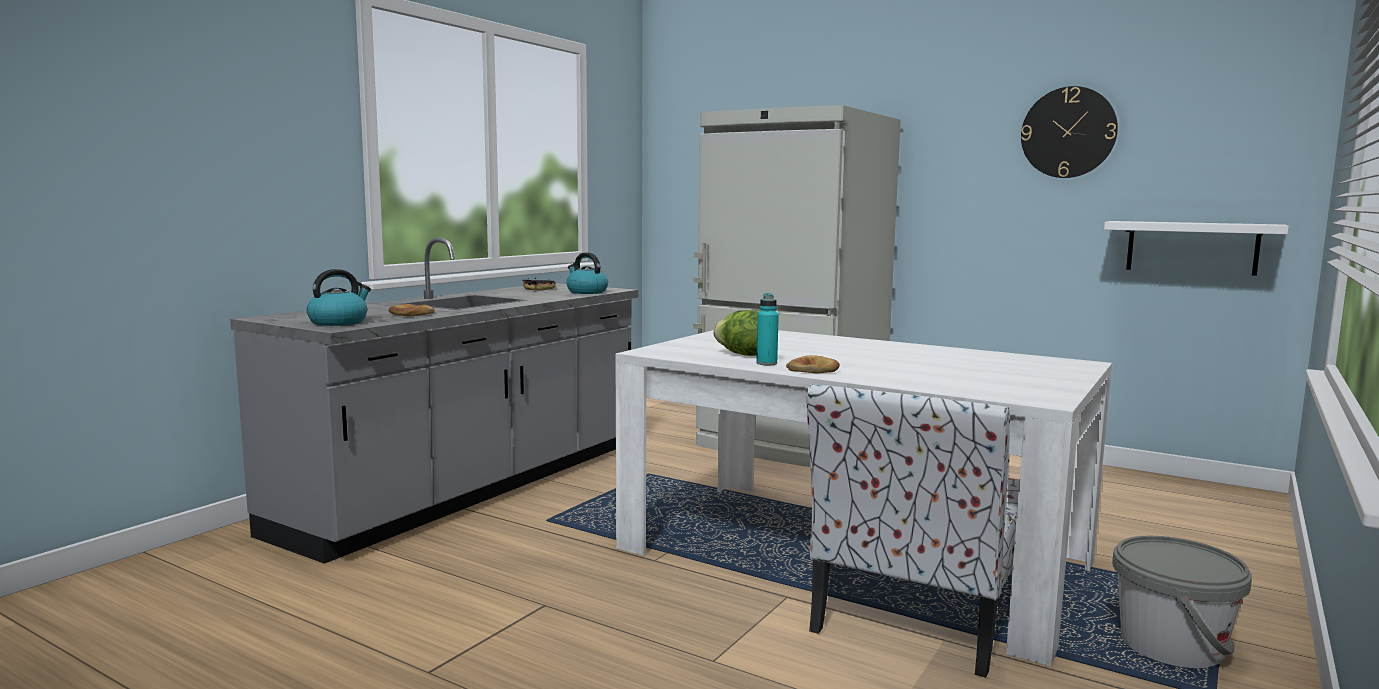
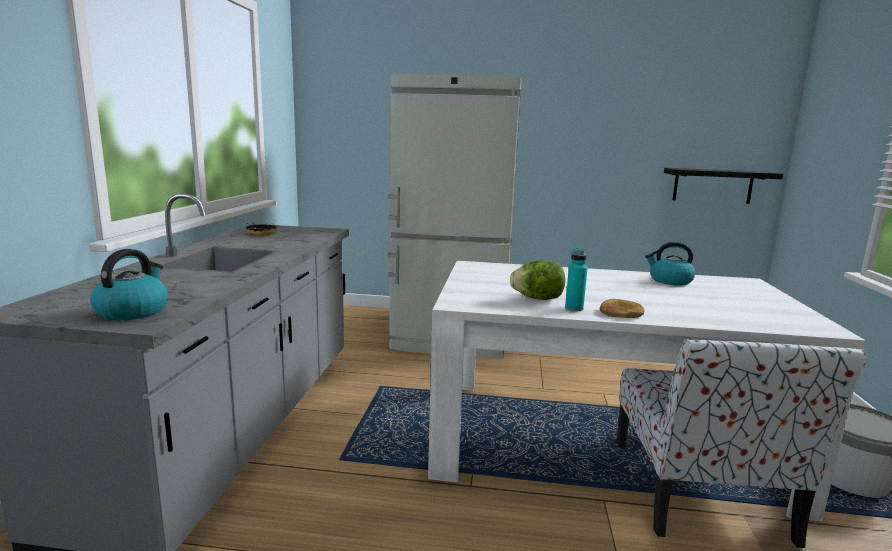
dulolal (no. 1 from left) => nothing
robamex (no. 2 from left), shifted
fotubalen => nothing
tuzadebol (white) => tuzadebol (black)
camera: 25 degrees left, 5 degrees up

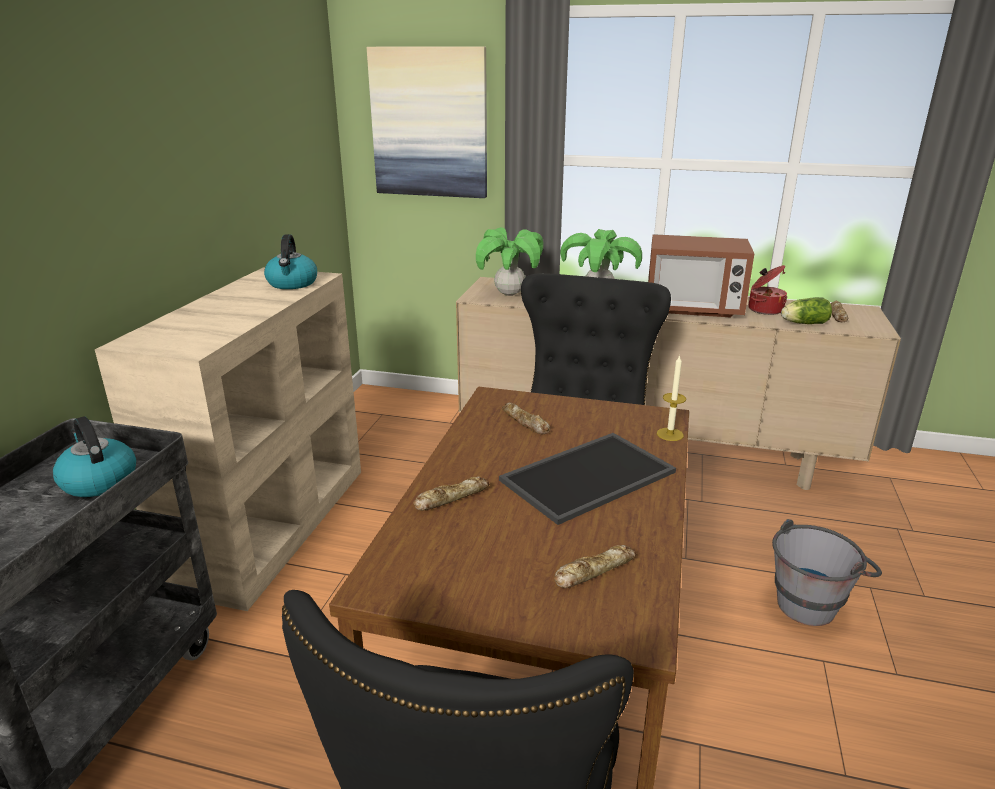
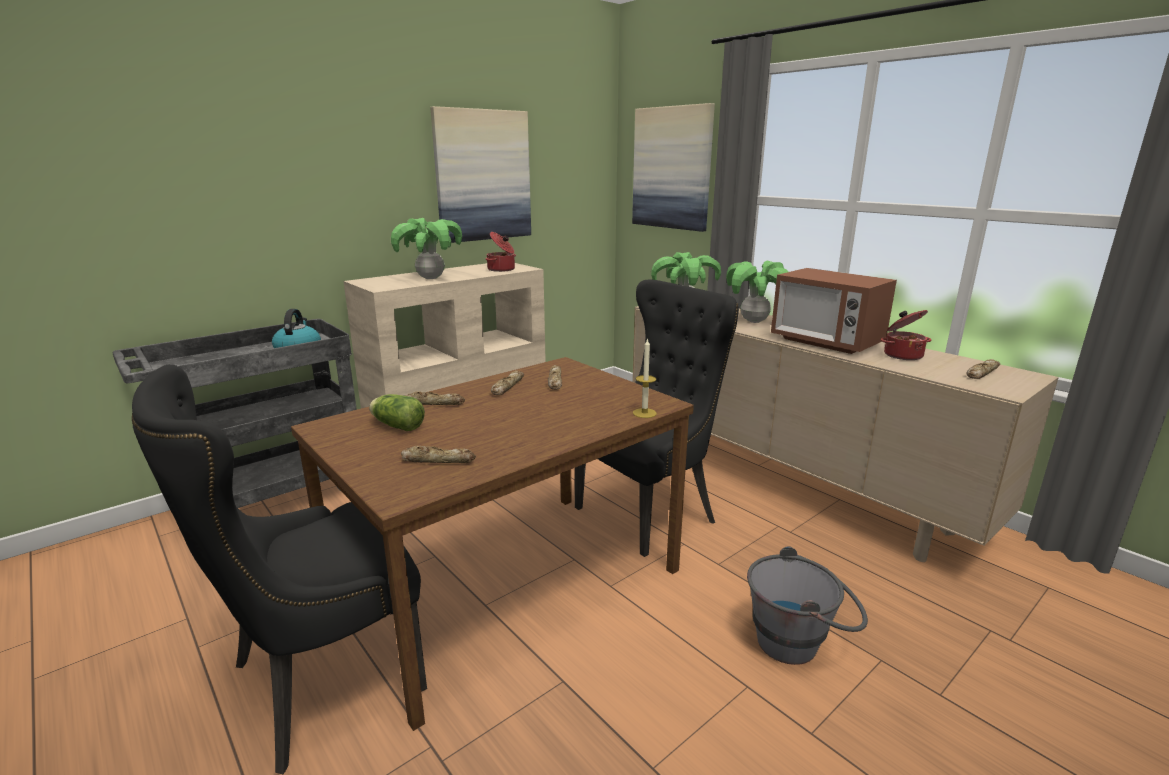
robamex (no. 2 from left) => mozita (no. 1 from left)
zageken => nothing
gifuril, shifted
nothing => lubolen (no. 1 from left)
nothing => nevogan (no. 1 from left)
nothing => dulolal (no. 3 from left)
camera: 35 degrees right, 5 degrees down

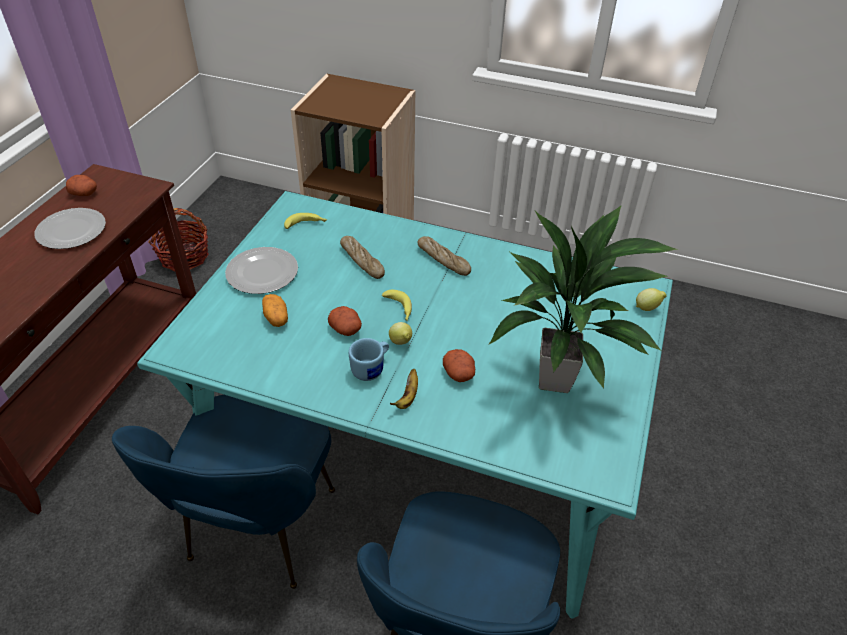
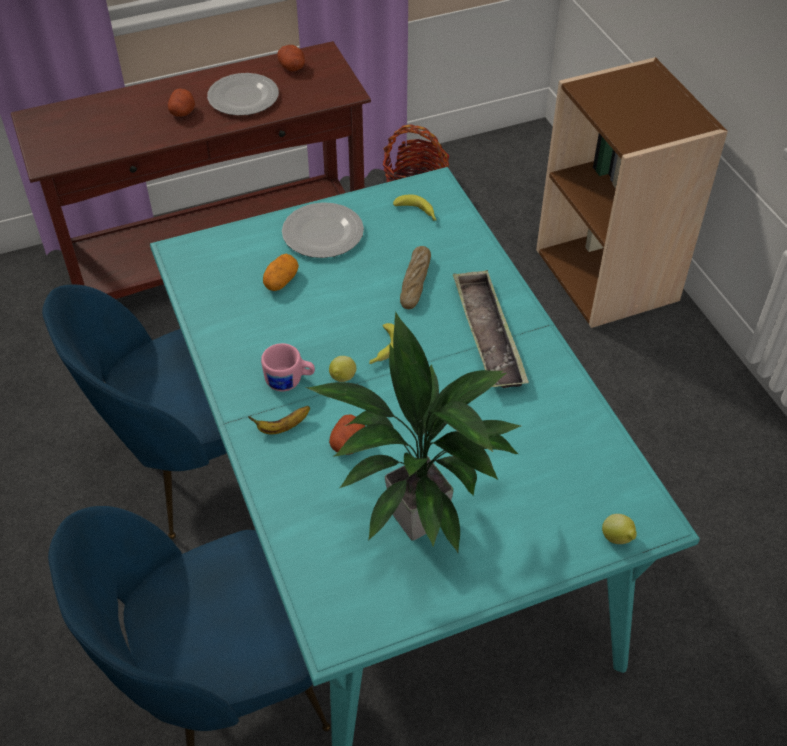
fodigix (no. 3 from left in the first image) => fodigix (no. 1 from left), shifted
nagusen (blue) => nagusen (pink)
dulolal (no. 2 from left) => zageken
camera: 50 degrees right, 5 degrees up

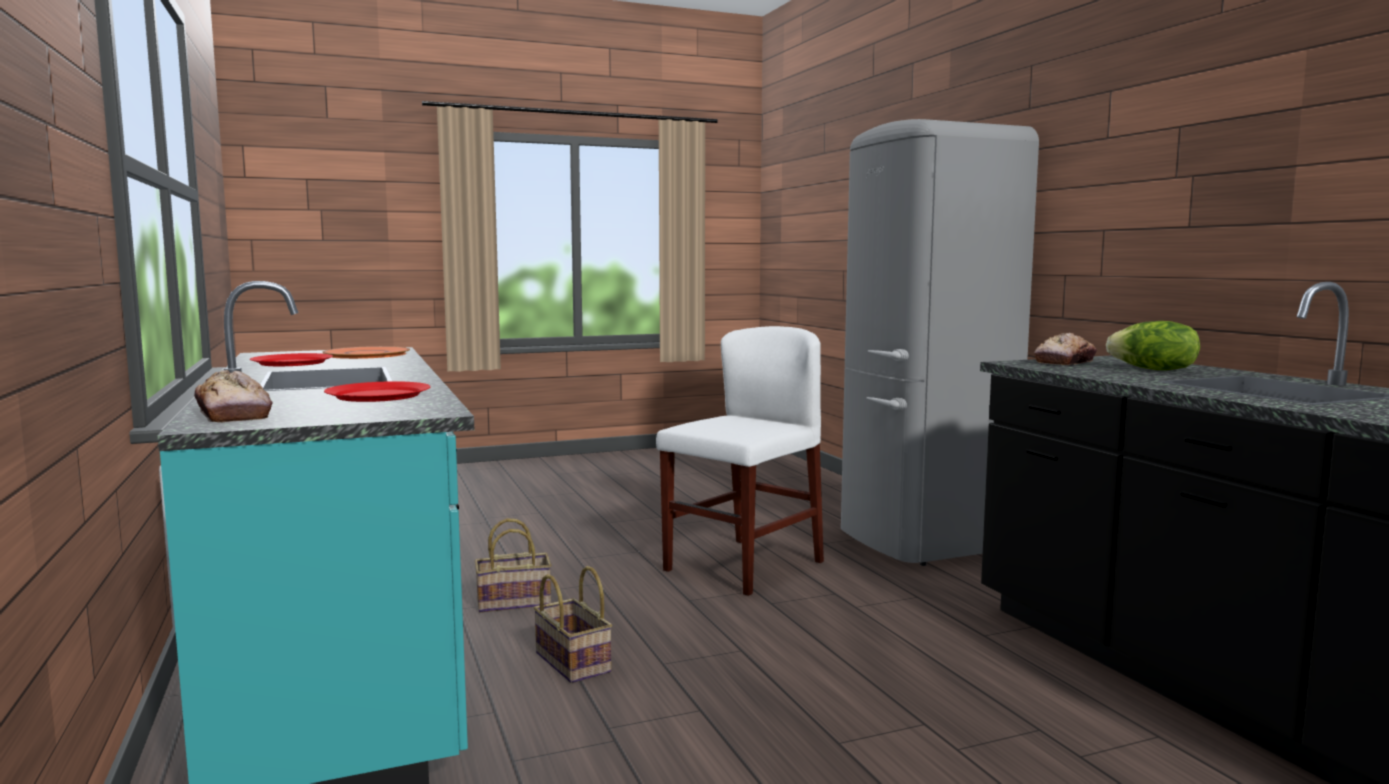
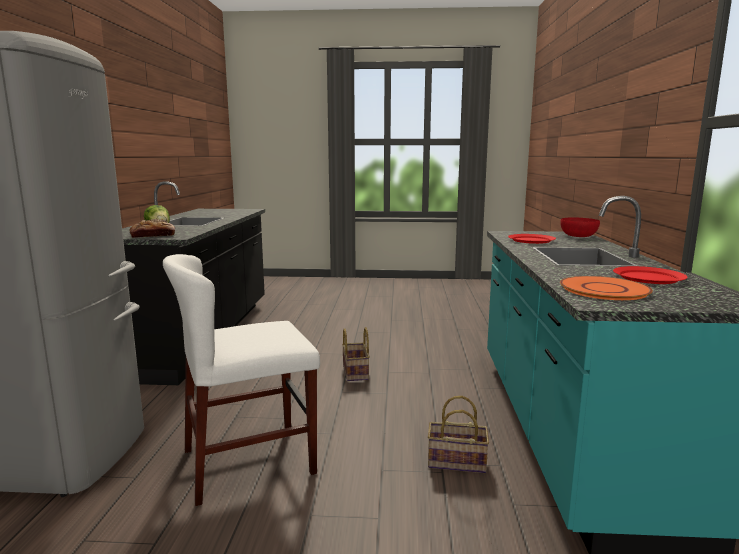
dulolal (no. 1 from left) => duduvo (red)
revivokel (no. 2 from left in the first image) => revivokel (no. 1 from left), shifted
camera: 155 degrees left, 5 degrees up

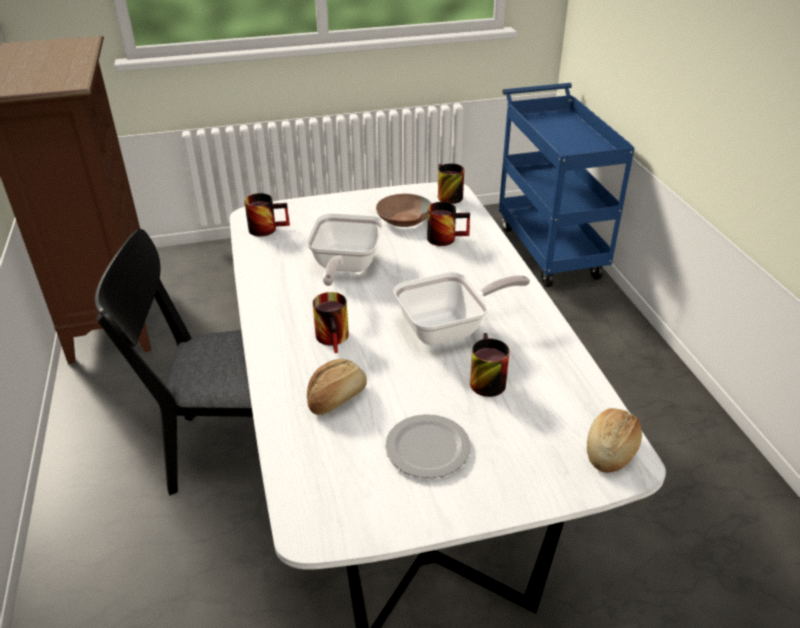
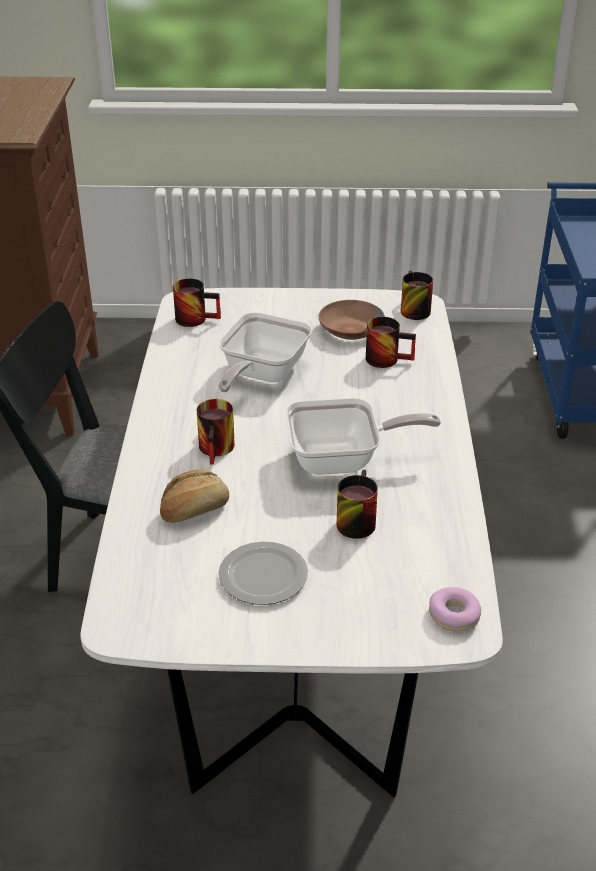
dulolal (no. 2 from left) => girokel
camera: 15 degrees right, 0 degrees up

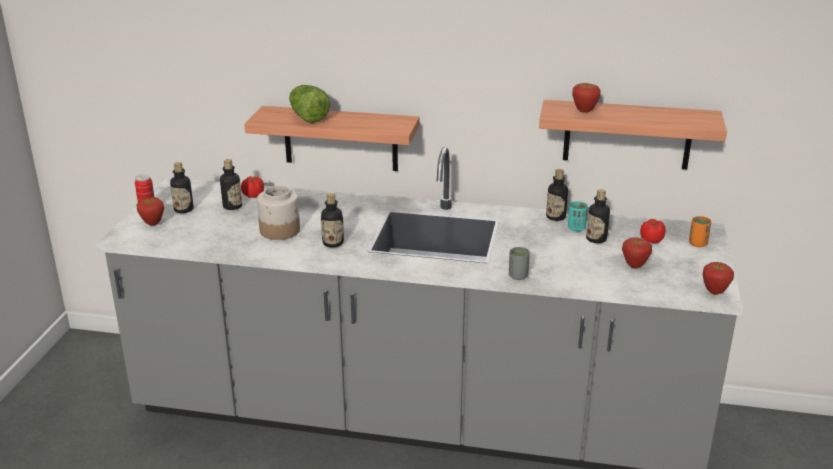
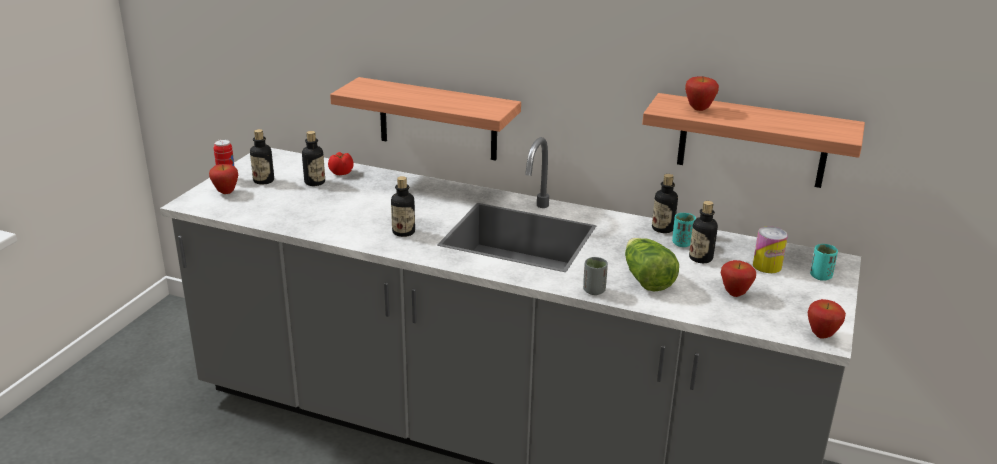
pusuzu => nothing
gifuril, shifted
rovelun (no. 2 from left) => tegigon (no. 2 from left)
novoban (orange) => novoban (turquoise) (no. 2 from left)
camera: 10 degrees right, 0 degrees up

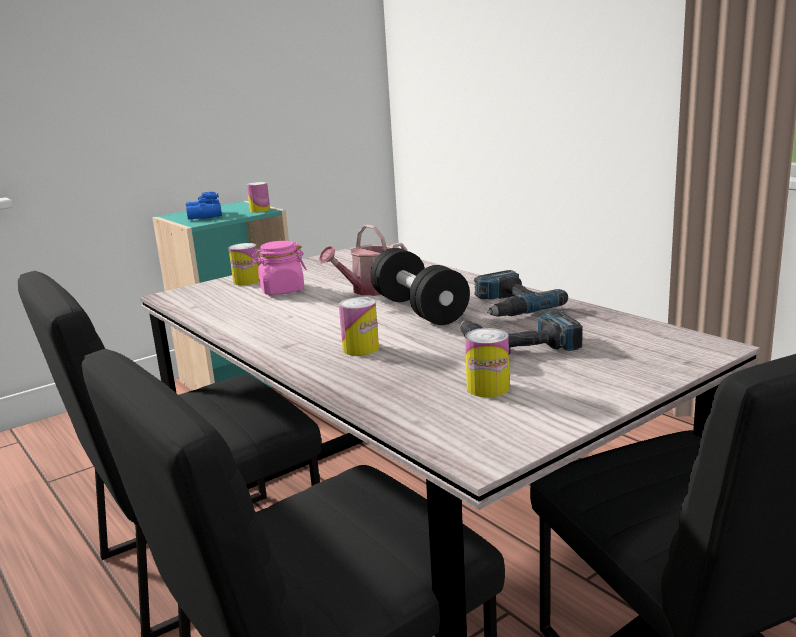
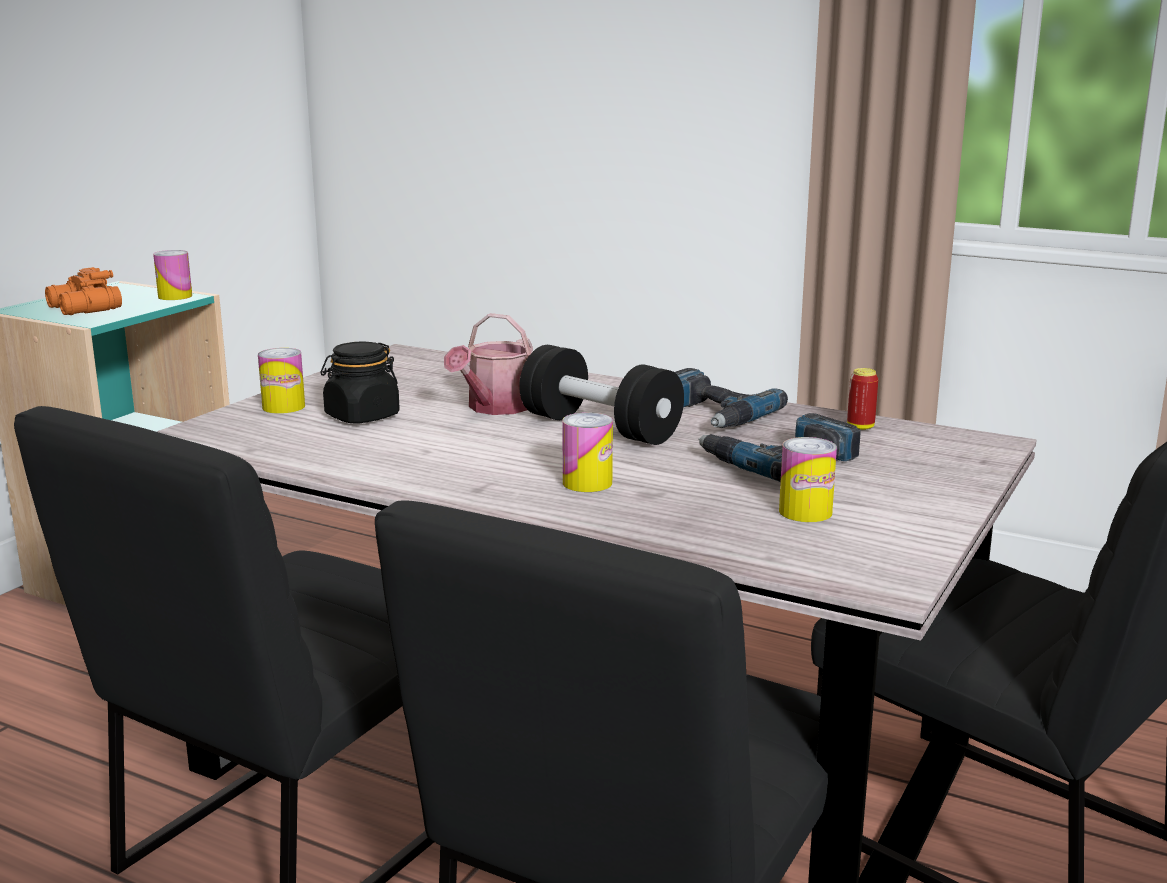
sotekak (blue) => sotekak (orange)
pusuzu (pink) => pusuzu (black)
nothing => tegigon (no. 5 from left)
camera: 25 degrees left, 0 degrees up

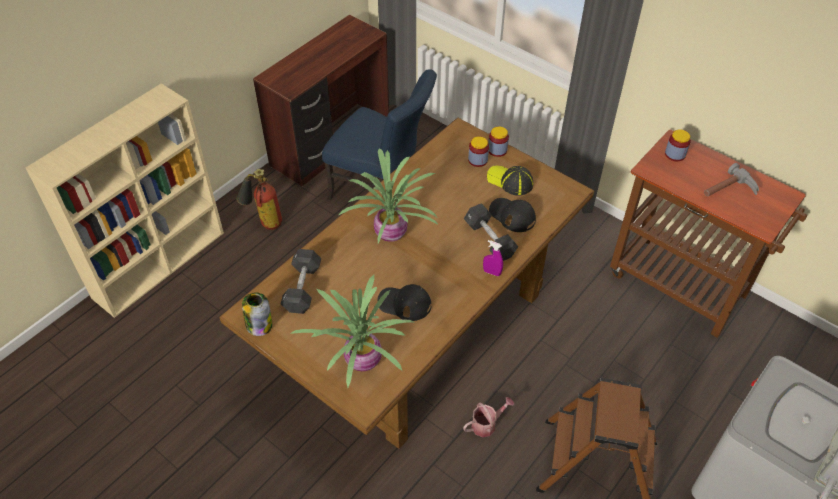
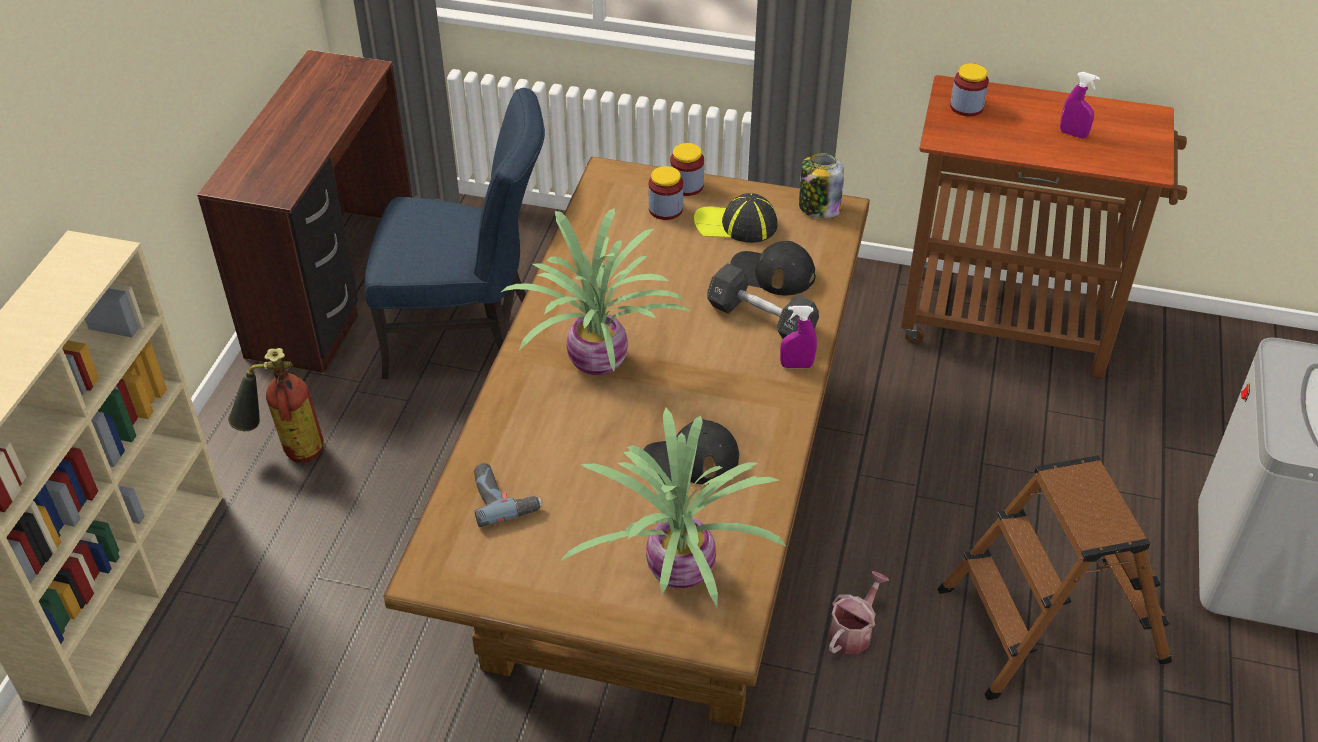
pusuzu (no. 1 from left in the first image) => pusuzu (no. 3 from left), shifted
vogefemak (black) (no. 1 from left) => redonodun
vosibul => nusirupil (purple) (no. 2 from left)
camera: 25 degrees left, 5 degrees down

